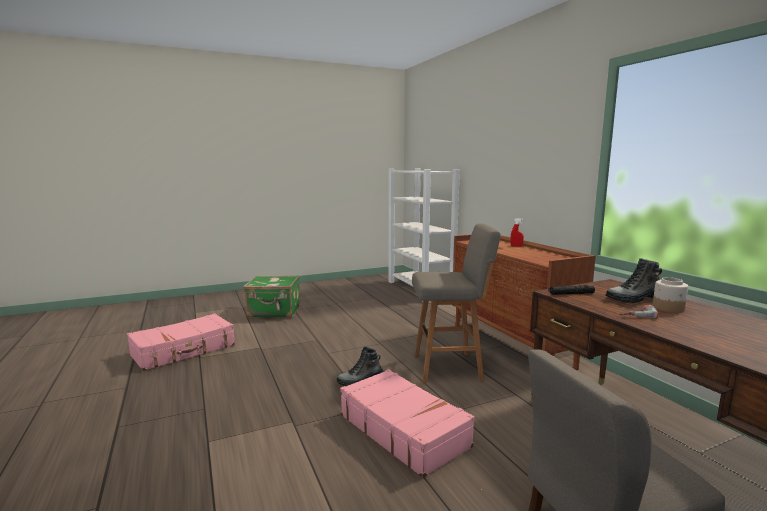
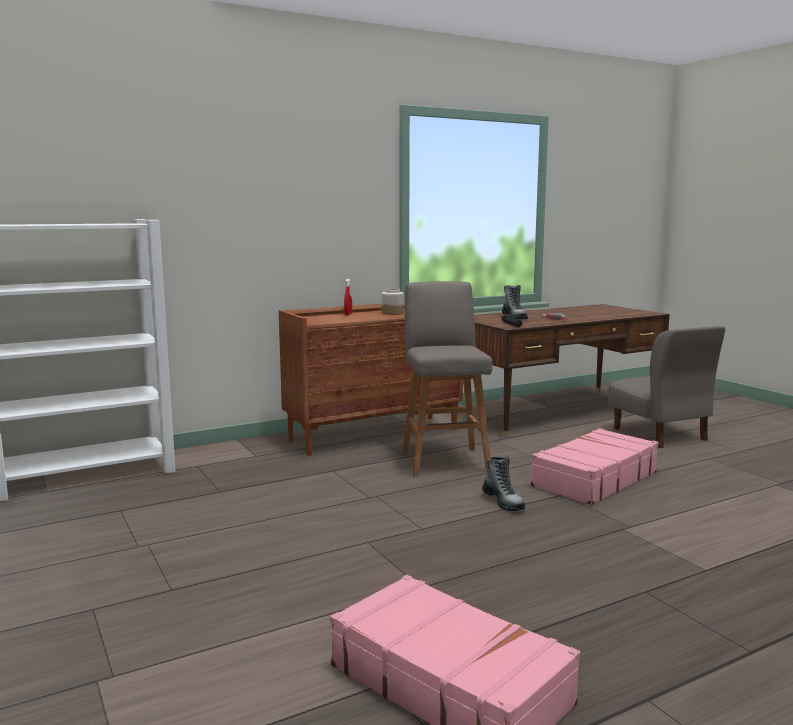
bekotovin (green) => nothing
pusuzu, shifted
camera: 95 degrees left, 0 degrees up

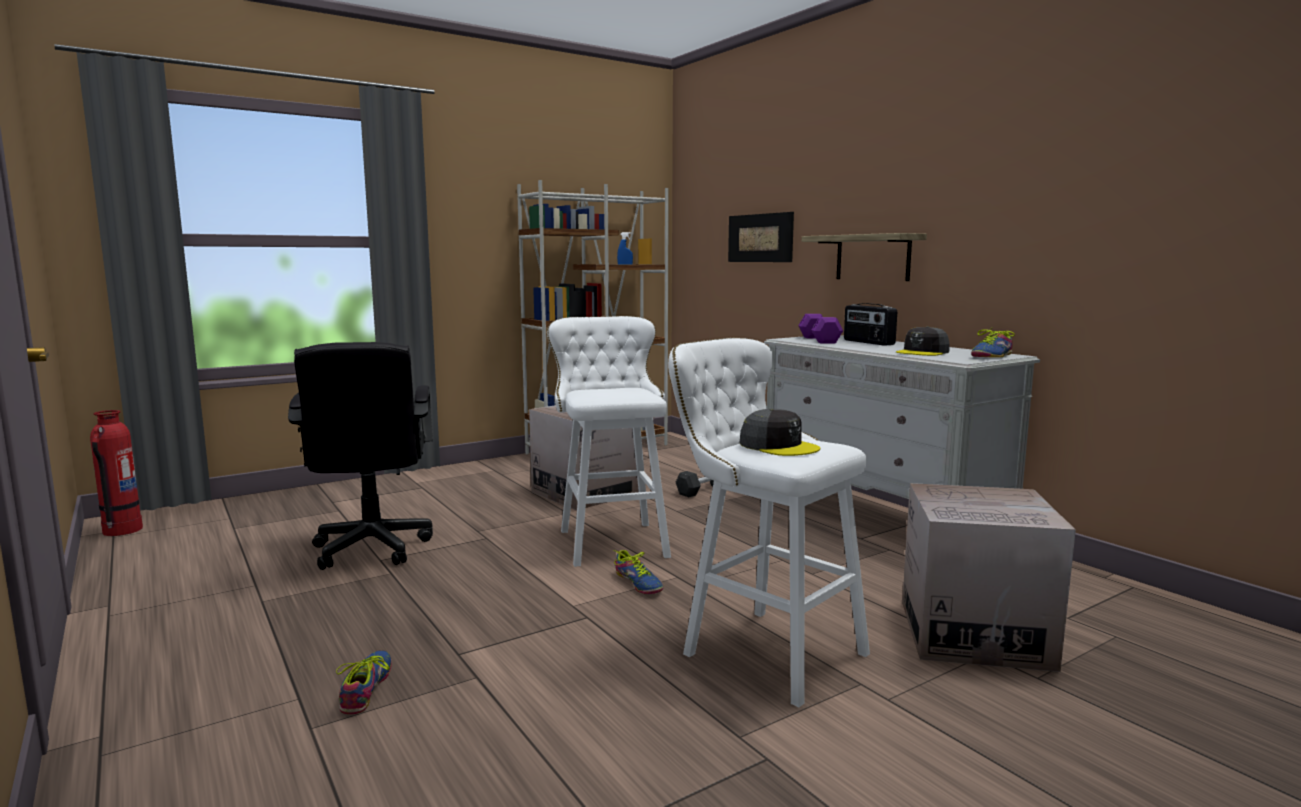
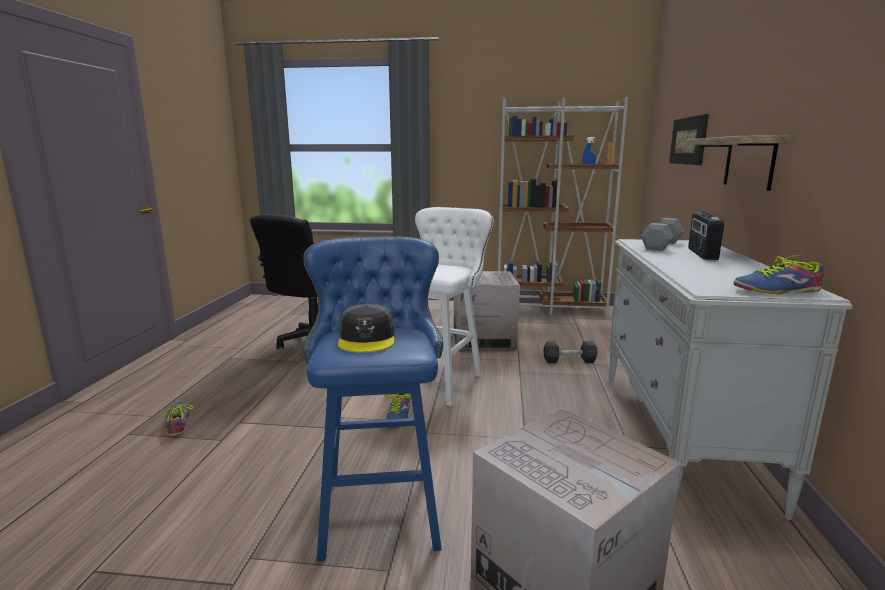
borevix => nothing
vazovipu (no. 1 from left), 60 degrees counterclockwise
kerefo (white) (no. 2 from left) => kerefo (blue)
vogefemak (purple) => vogefemak (grey) (no. 2 from left)
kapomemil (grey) (no. 2 from left) => nothing
camera: 40 degrees right, 5 degrees up

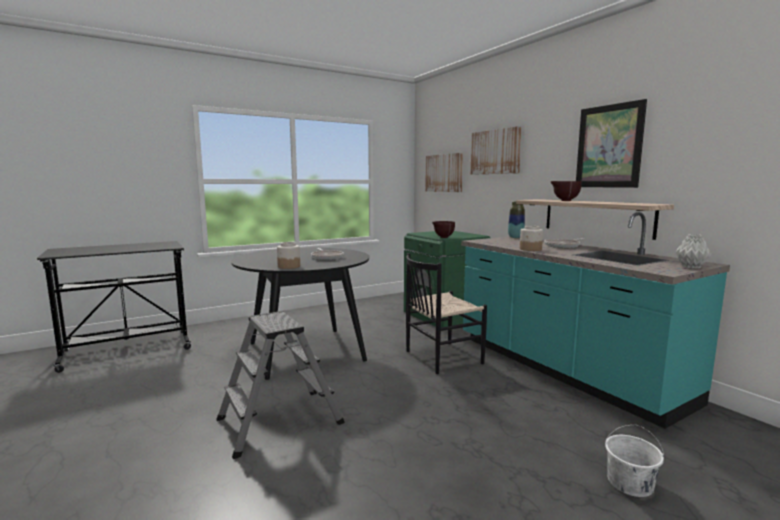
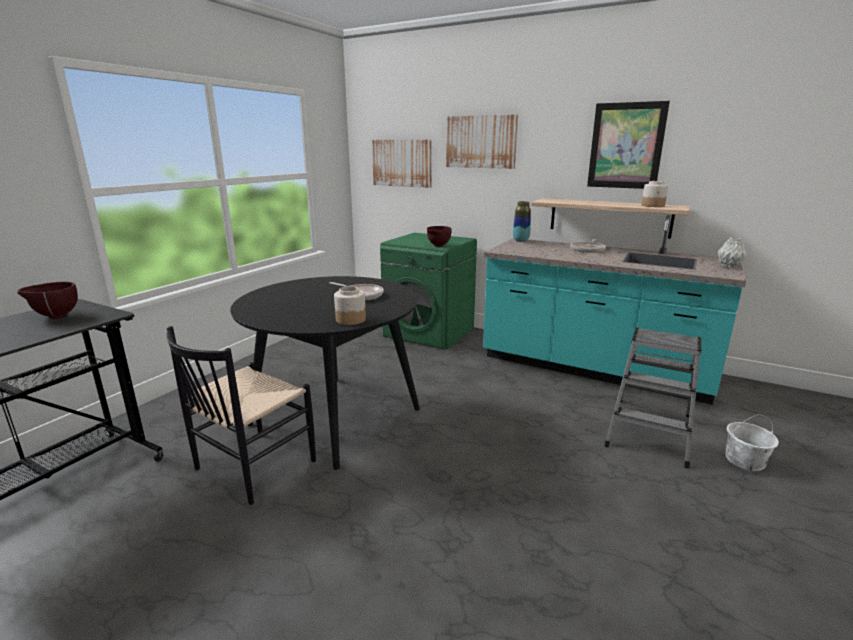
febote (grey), shifted
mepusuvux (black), shifted
pusuzu (no. 2 from left), shifted
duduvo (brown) (no. 2 from left in the first image) => duduvo (brown) (no. 1 from left), shifted
camera: 30 degrees left, 10 degrees up

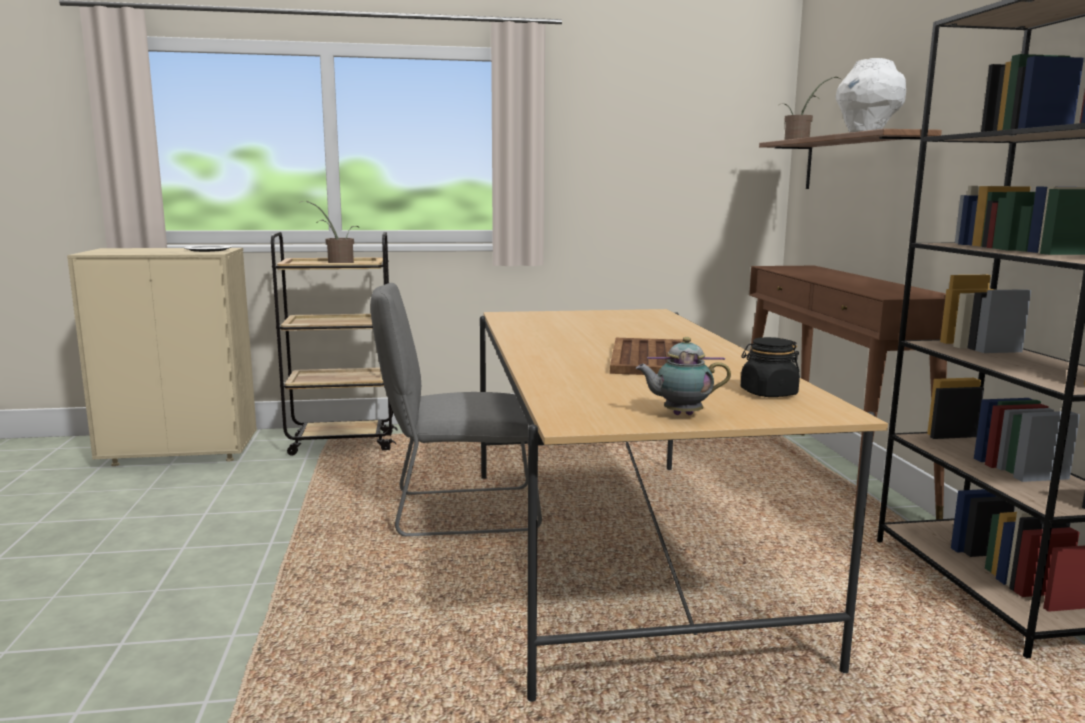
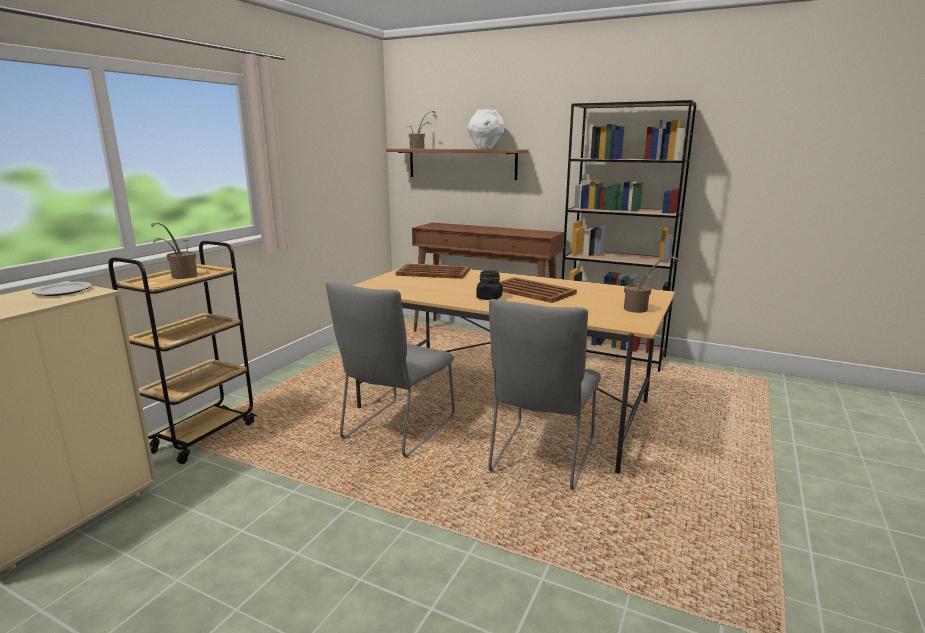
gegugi => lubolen (no. 3 from left)
pusuzu (black), shifted
nothing => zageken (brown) (no. 1 from left)
nothing => mepusuvux (grey) (no. 2 from left)
camera: 55 degrees left, 5 degrees up

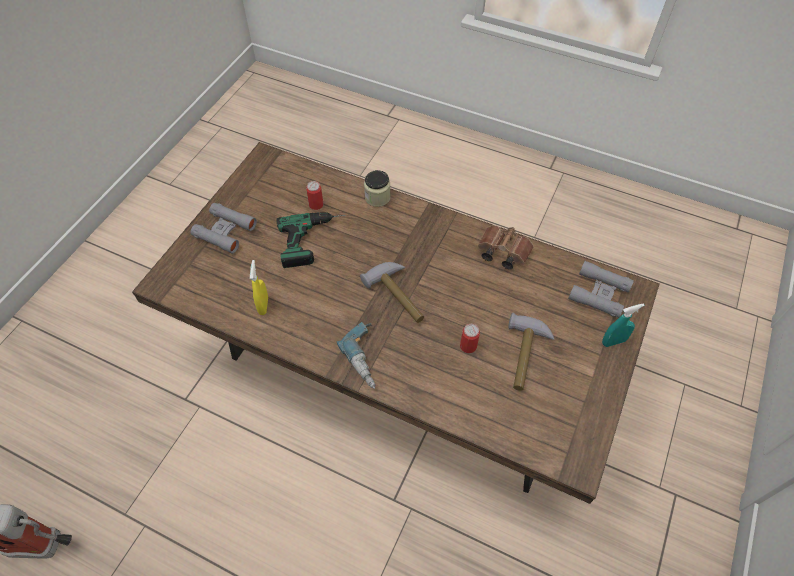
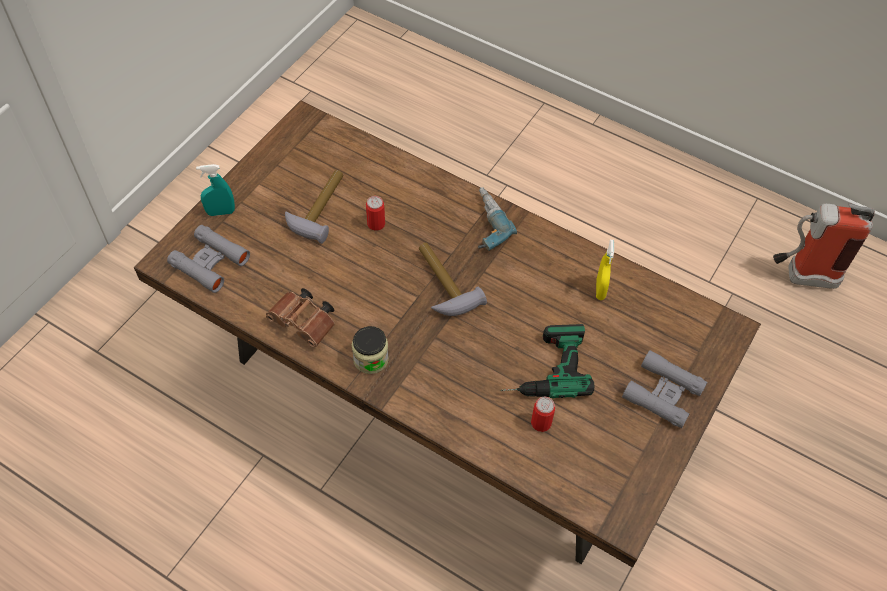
pusuzu, shifted
camera: 175 degrees left, 0 degrees up

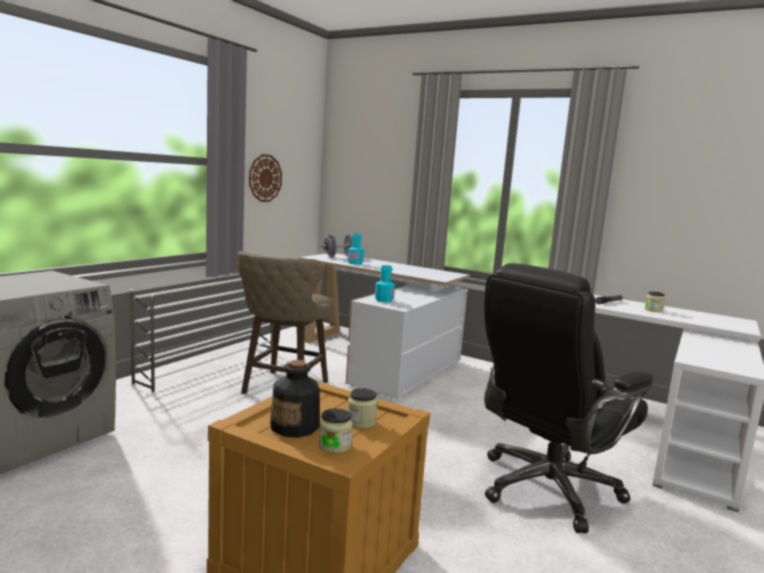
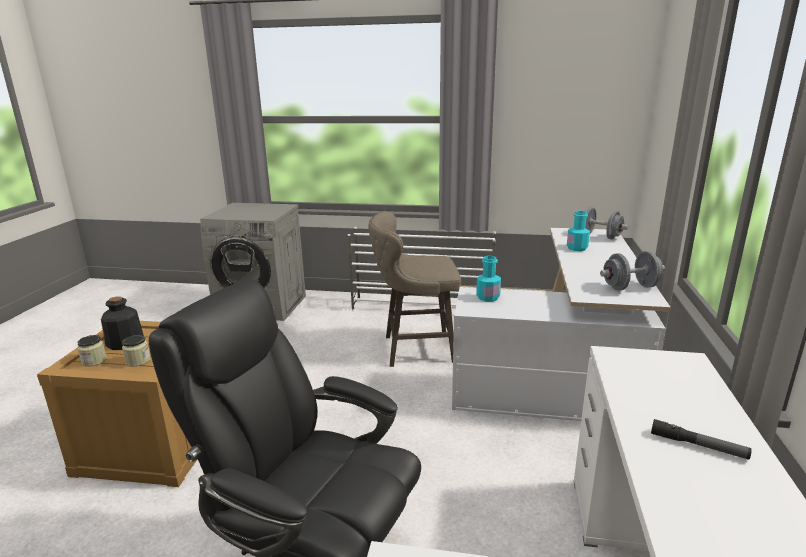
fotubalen => nothing
pusuzu (no. 3 from left) => nothing
nothing => vogefemak (grey) (no. 2 from left)
camera: 70 degrees right, 10 degrees up

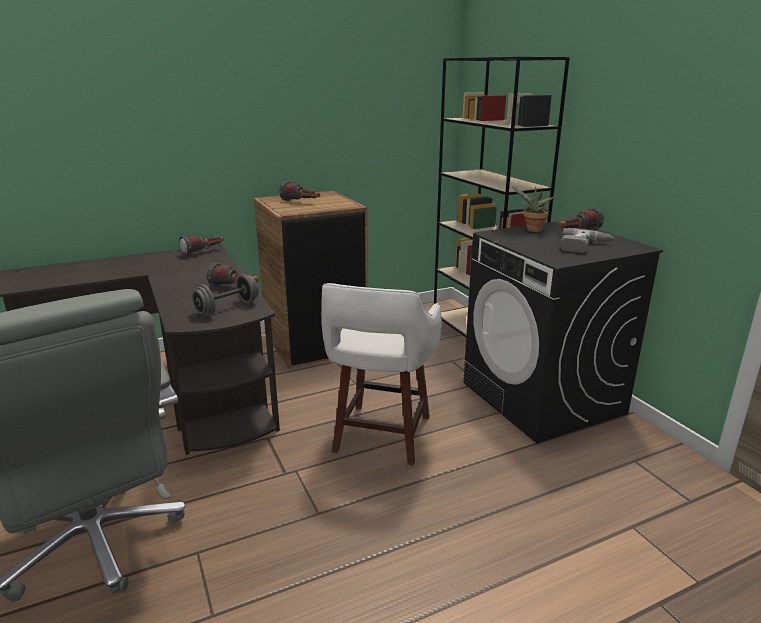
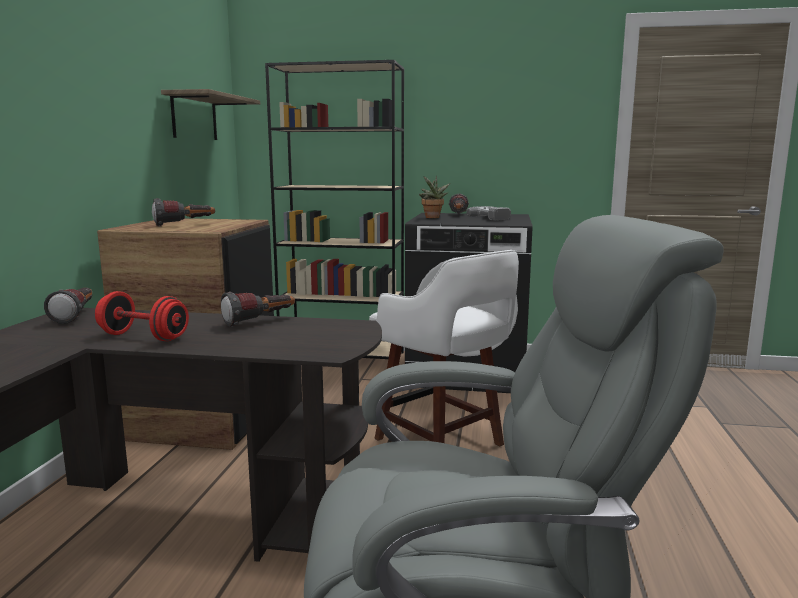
vogefemak (grey) => nothing
nothing => vogefemak (red)
nothing => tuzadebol
camera: 55 degrees left, 10 degrees down

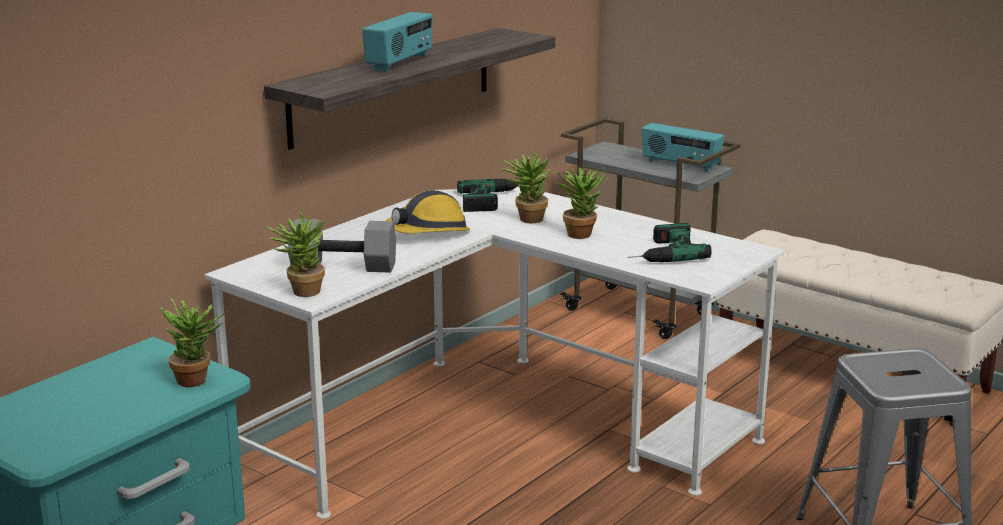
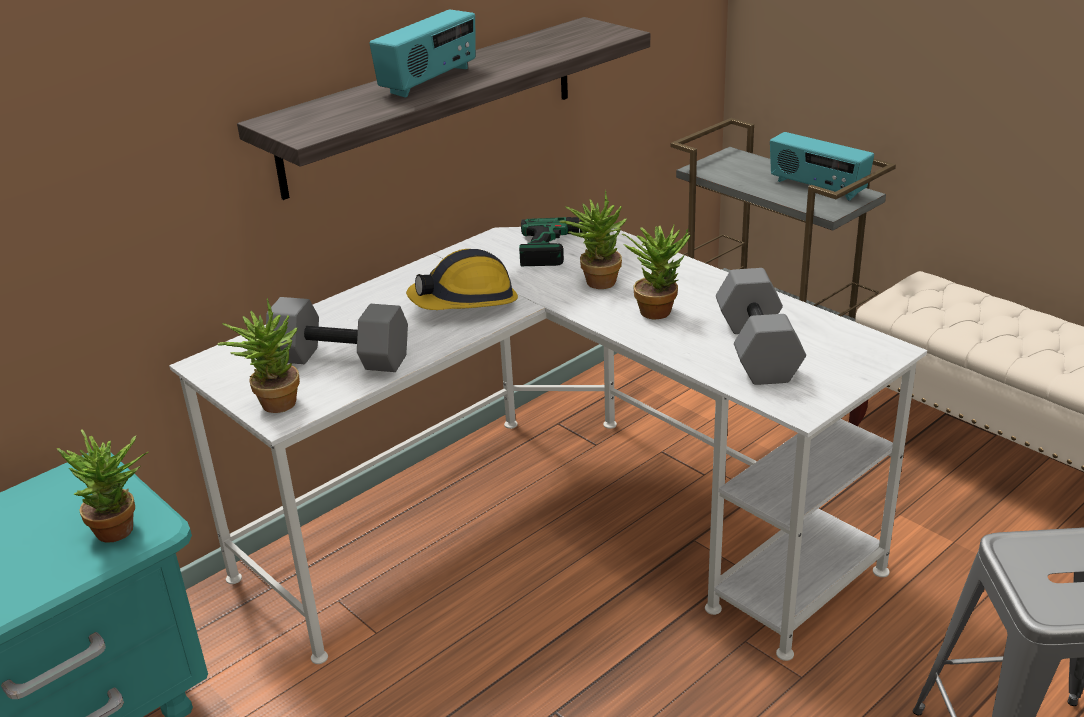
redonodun (no. 2 from left) => vogefemak (grey) (no. 2 from left)
camera: 10 degrees right, 10 degrees up

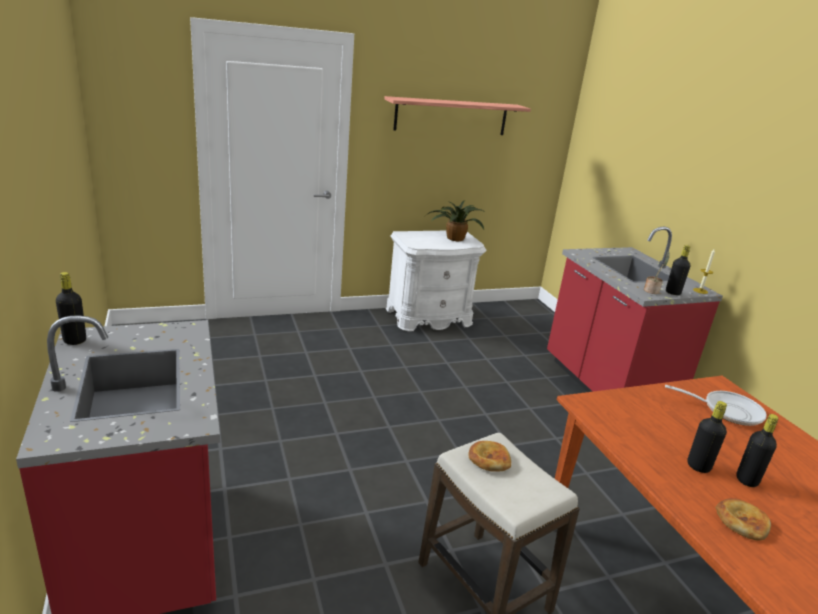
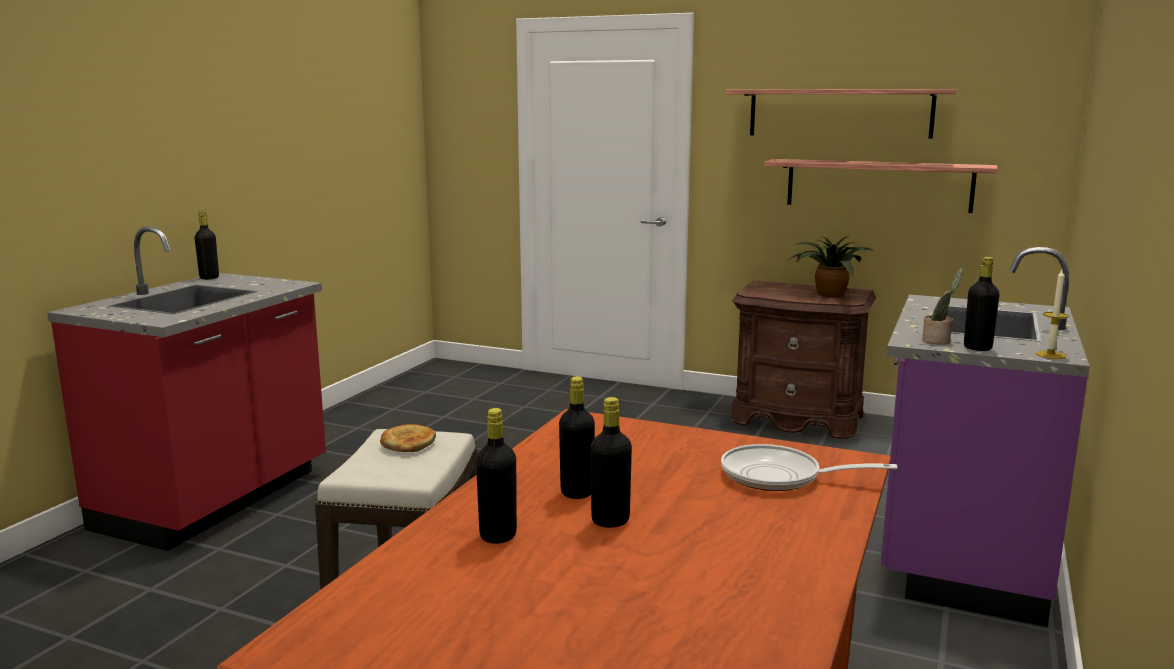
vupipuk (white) => vupipuk (brown)
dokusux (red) (no. 2 from left) => dokusux (purple)
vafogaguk, 135 degrees clockwise
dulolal (no. 2 from left) => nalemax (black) (no. 2 from left)
nothing => tuzadebol (no. 2 from left)
camera: 45 degrees right, 10 degrees down

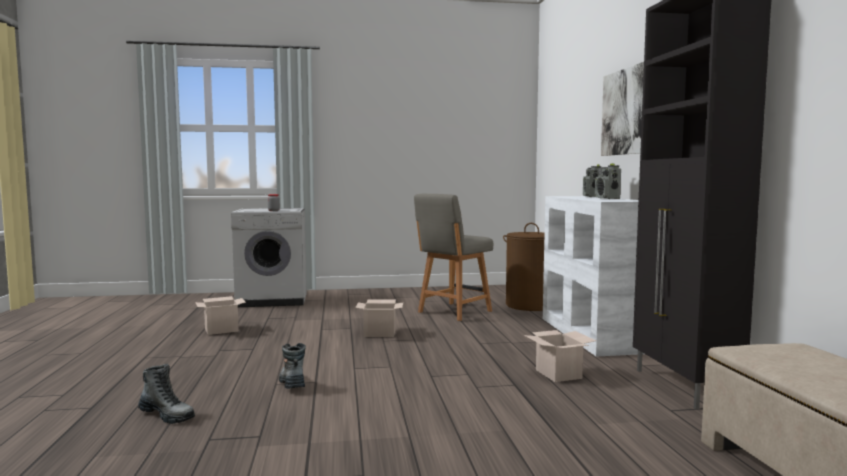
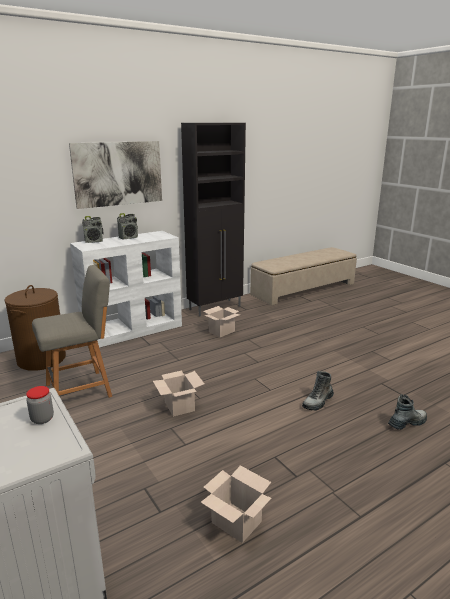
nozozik (no. 1 from left in the first image) => nozozik (no. 2 from left), 60 degrees clockwise
mepusuvux (grey), 45 degrees counterclockwise
camera: 115 degrees left, 15 degrees up

